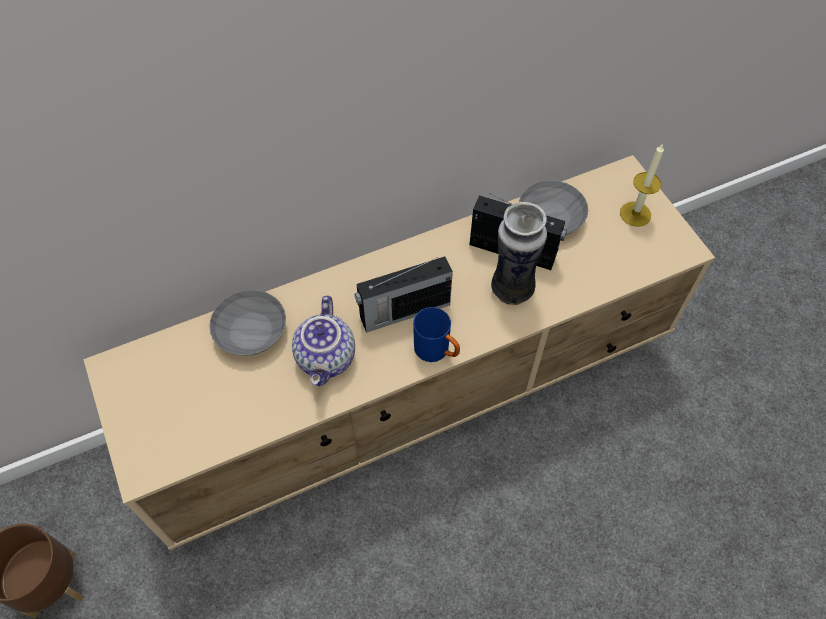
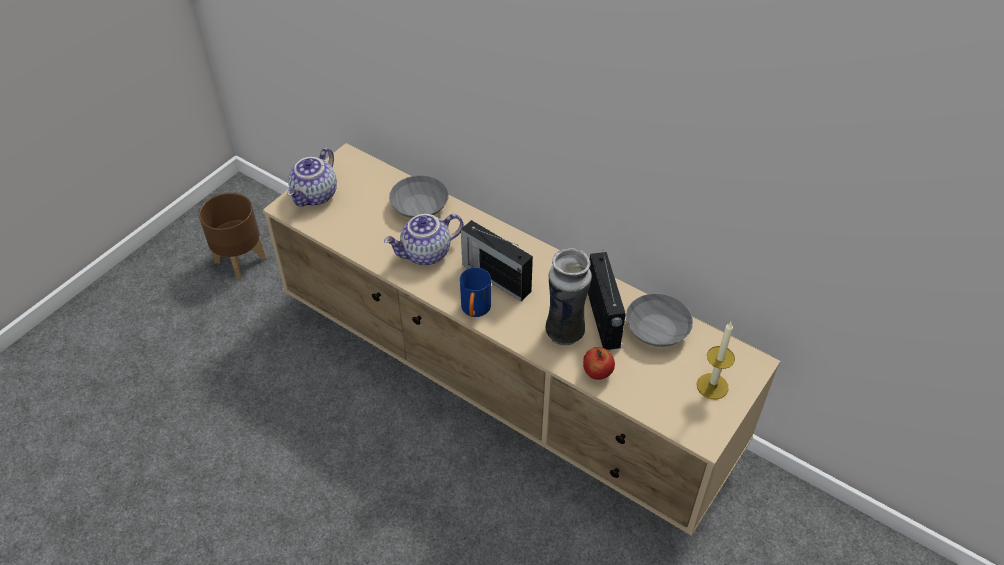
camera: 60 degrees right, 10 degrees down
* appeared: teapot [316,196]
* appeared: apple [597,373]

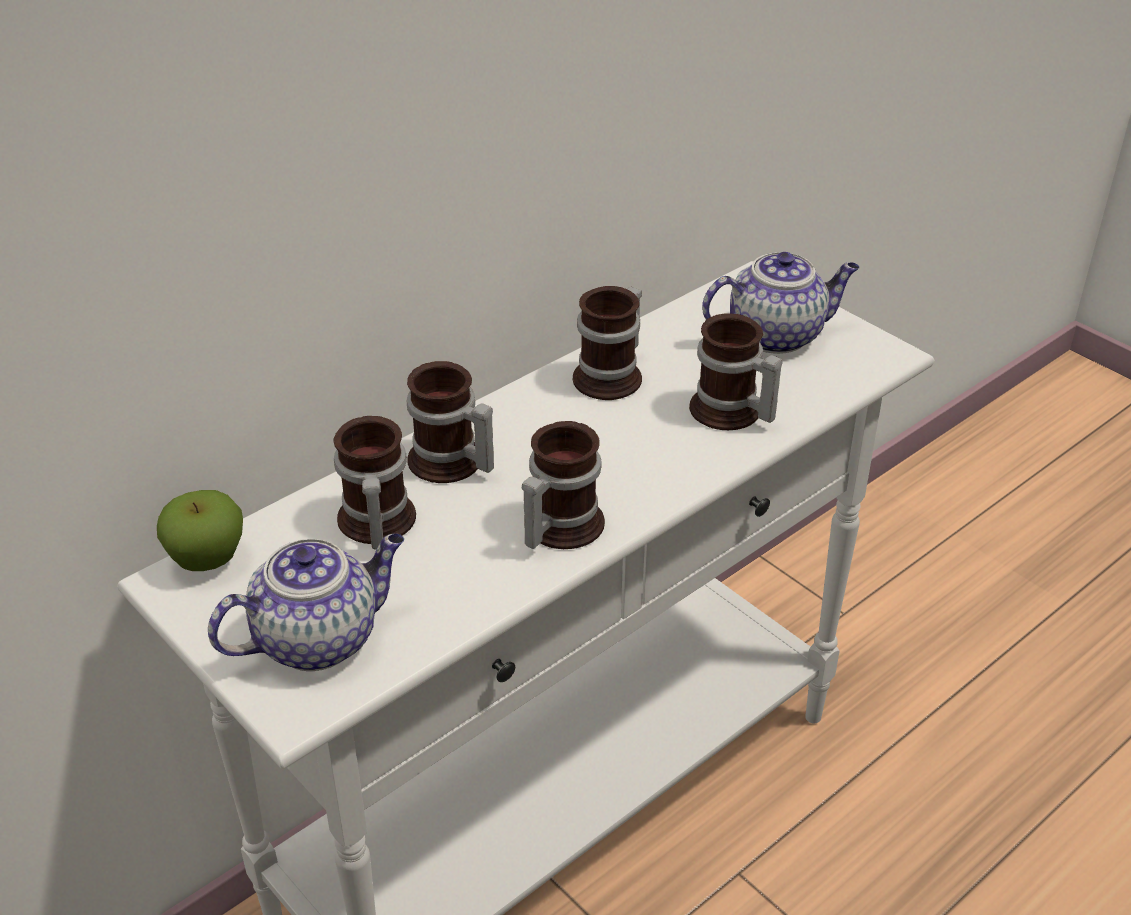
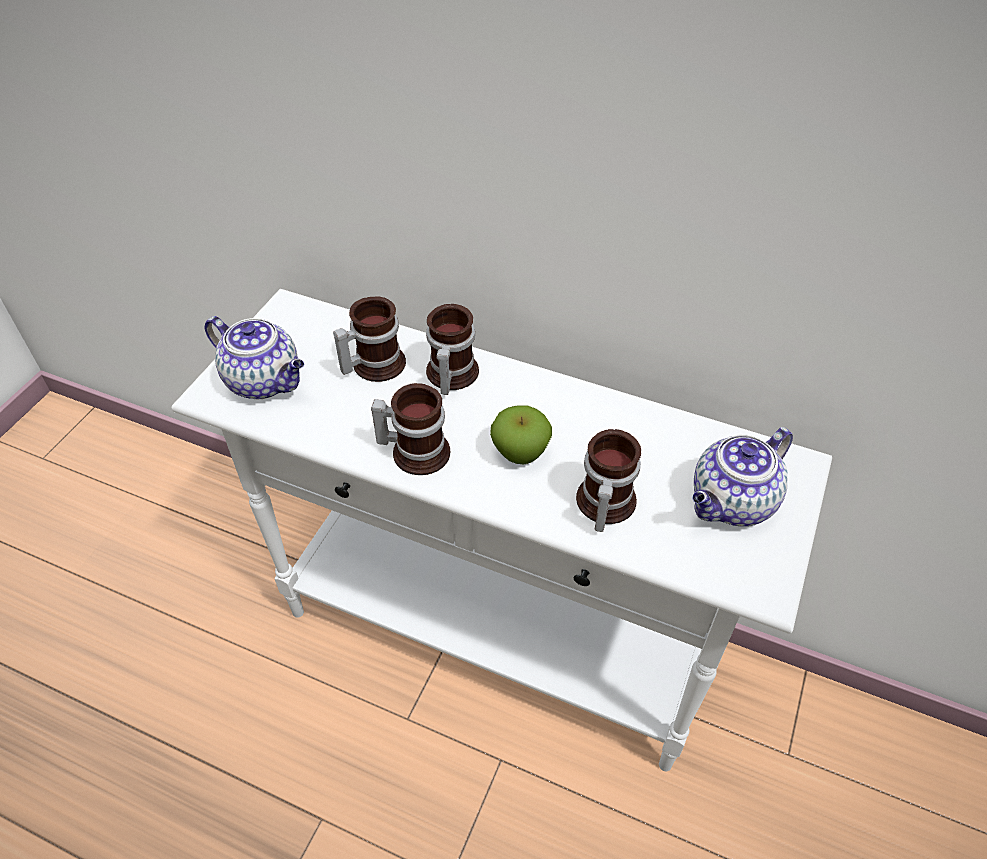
camera: 65 degrees right, 10 degrees up
* relocated: apple [207,560] to [520,453]
* missing: mug [614,376]
* spun: teapot [777,334] = [731,503] 90 degrees clockwise

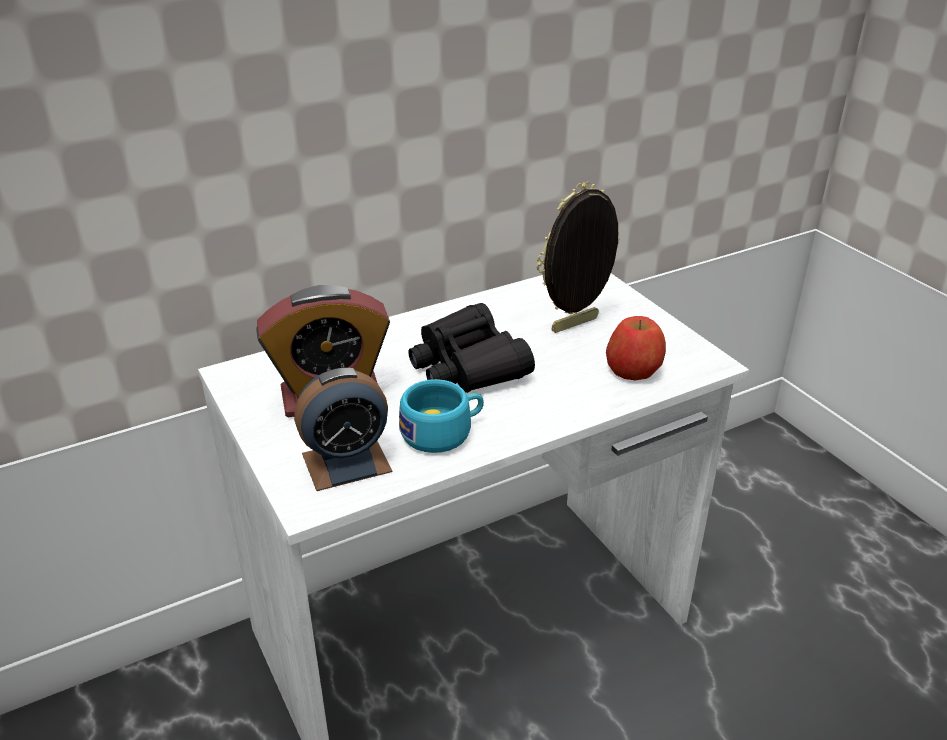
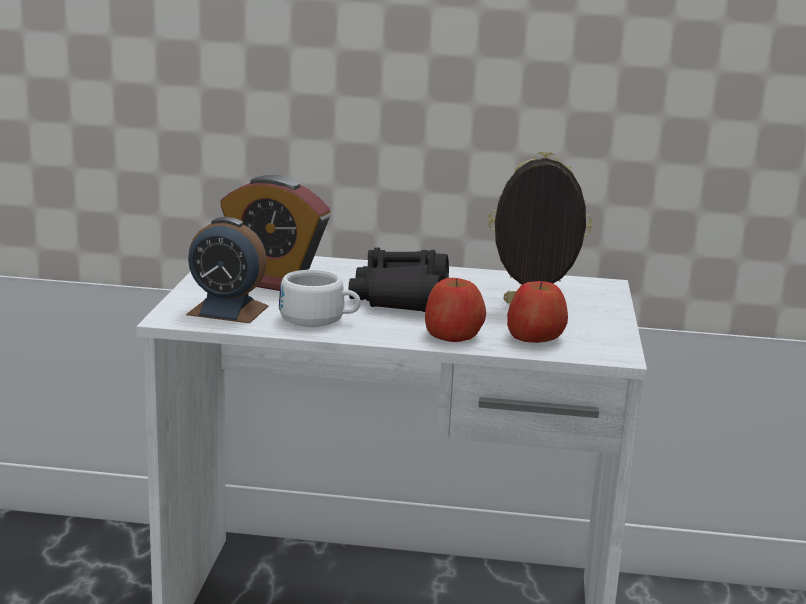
camera: 35 degrees right, 15 degrees down
* colour: cup (turquoise) [443,432] to cup (white) [319,319]
* appeared: apple [453,335]

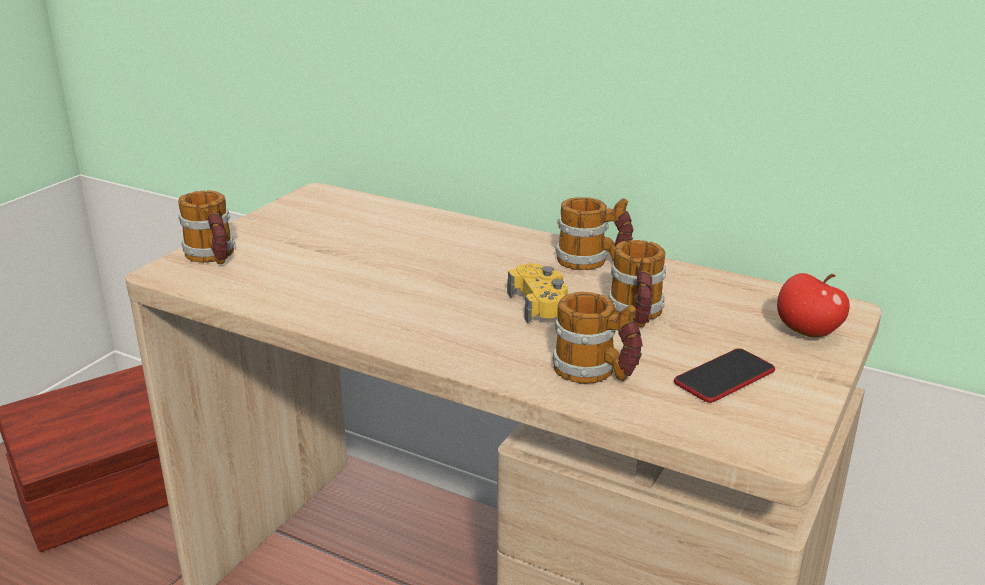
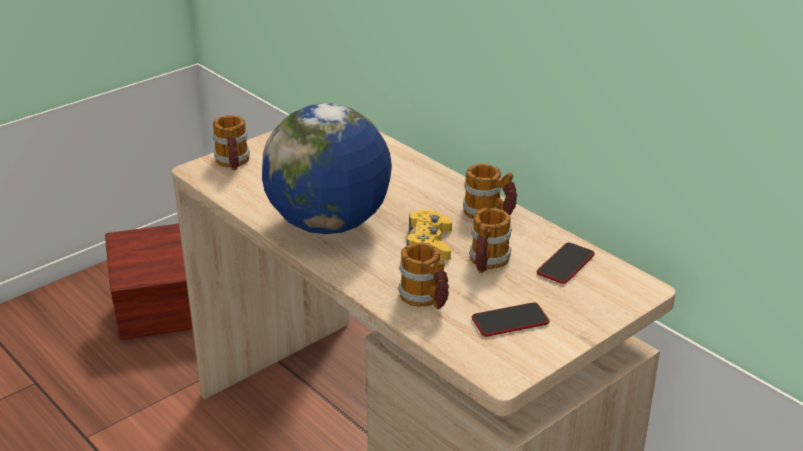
camera: 20 degrees right, 5 degrees up
* missing: apple [807,332]
* appeared: globe [329,224]
* appeared: phone [565,264]

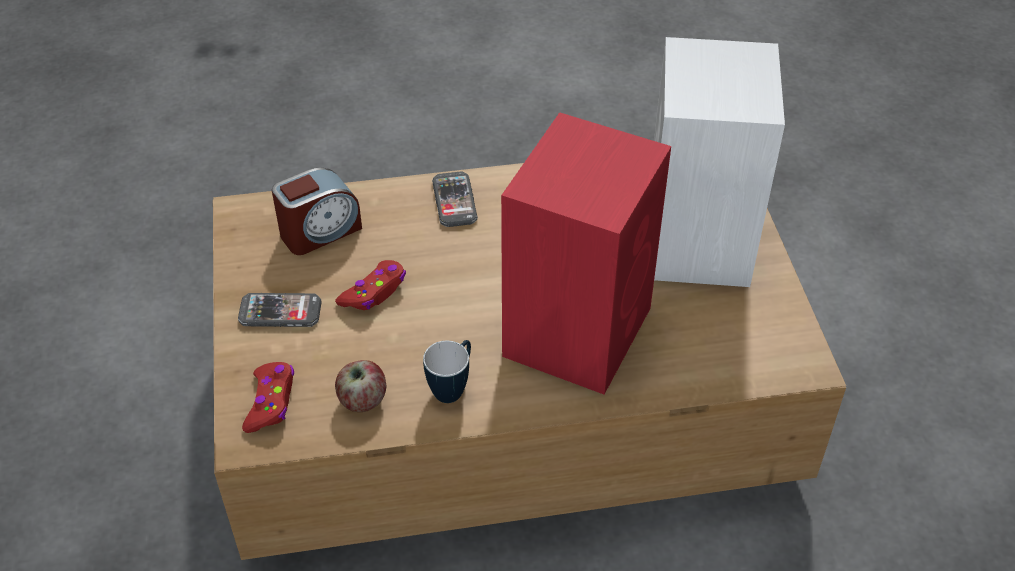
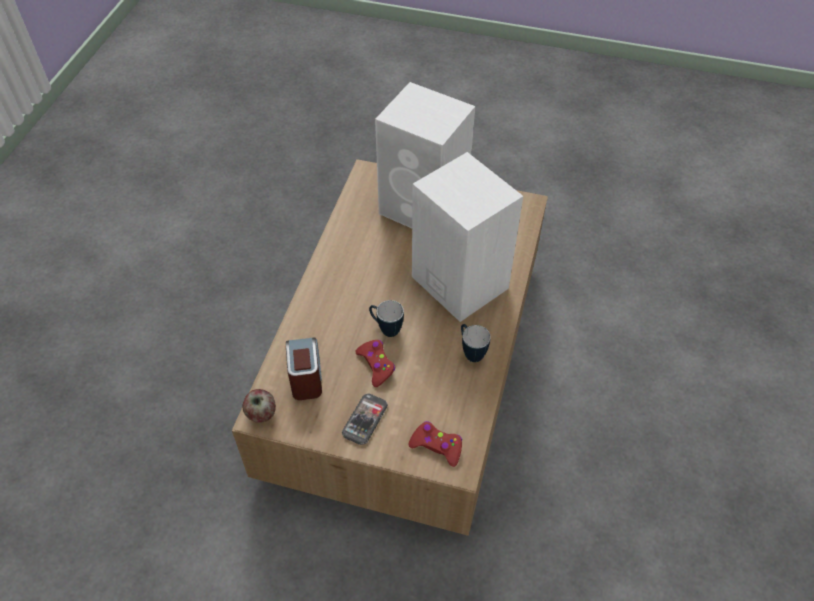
camera: 65 degrees left, 5 degrees up
* relocated: apple [362,400] to [261,414]
* missing: phone [454,201]
* colour: speaker (red) [579,329] to speaker (white) [458,281]
* appeared: mug [386,329]

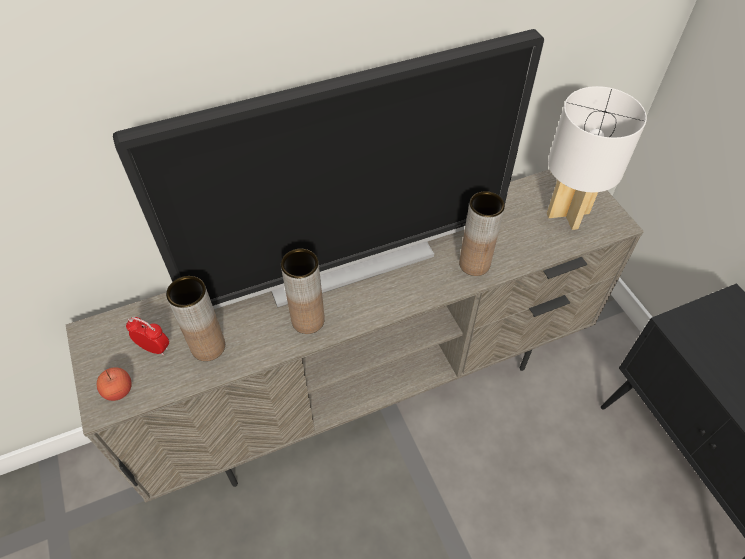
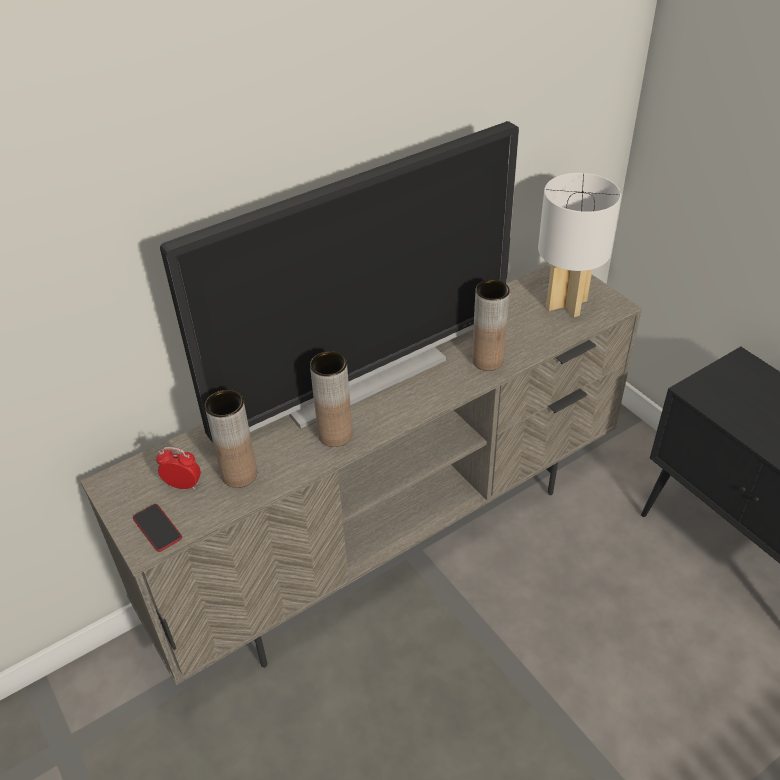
camera: 10 degrees left, 10 degrees down
* exchanged: apple [118,390] to phone [157,528]

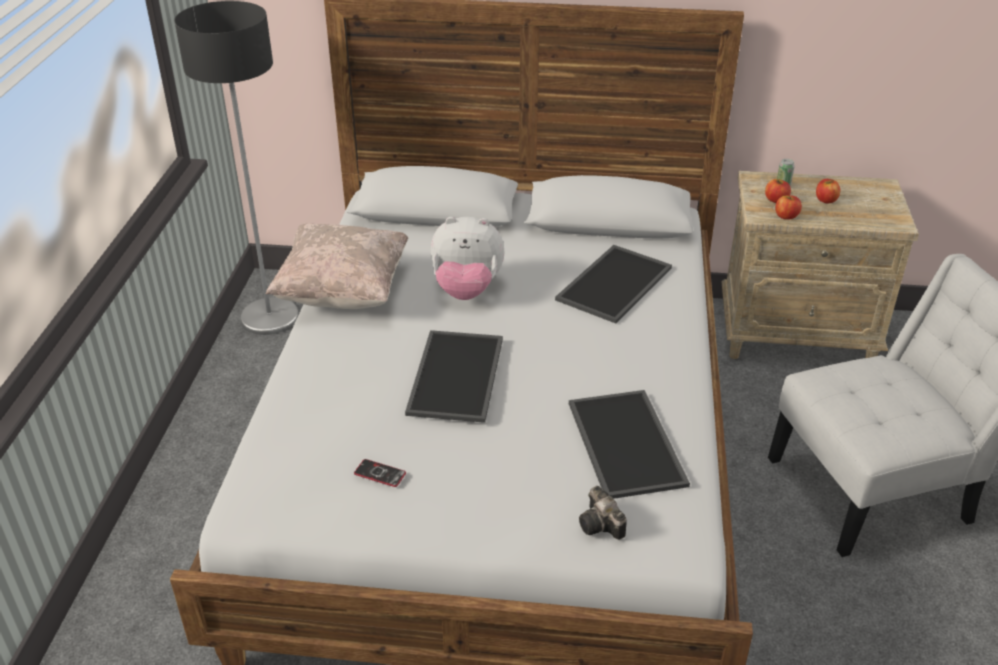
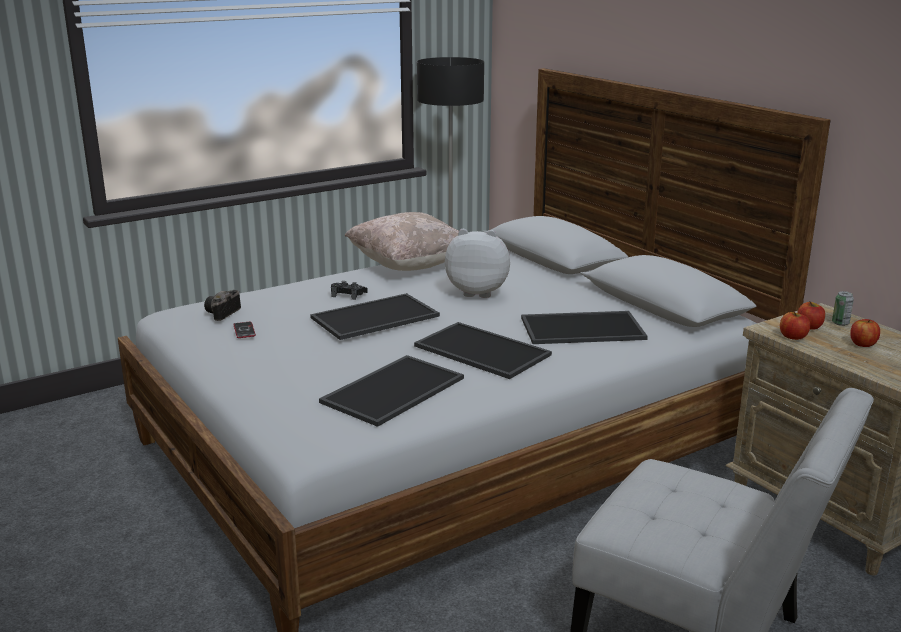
camera: 50 degrees right, 15 degrees down
* spun: plush toy [467,290] = [478,292] 135 degrees clockwise
* relocated: photo camera [602,526] to [222,314]
* appeared: game controller (black) [348,295]
* appeared: tray [479,351]

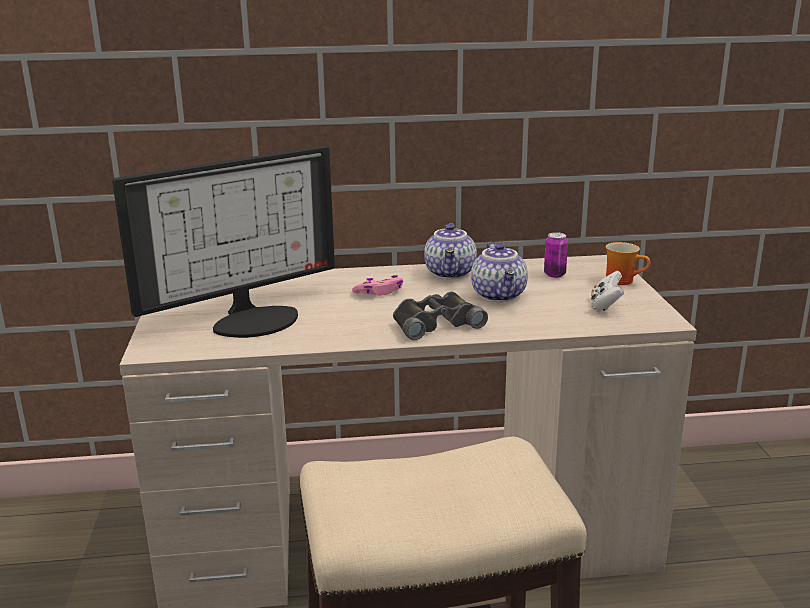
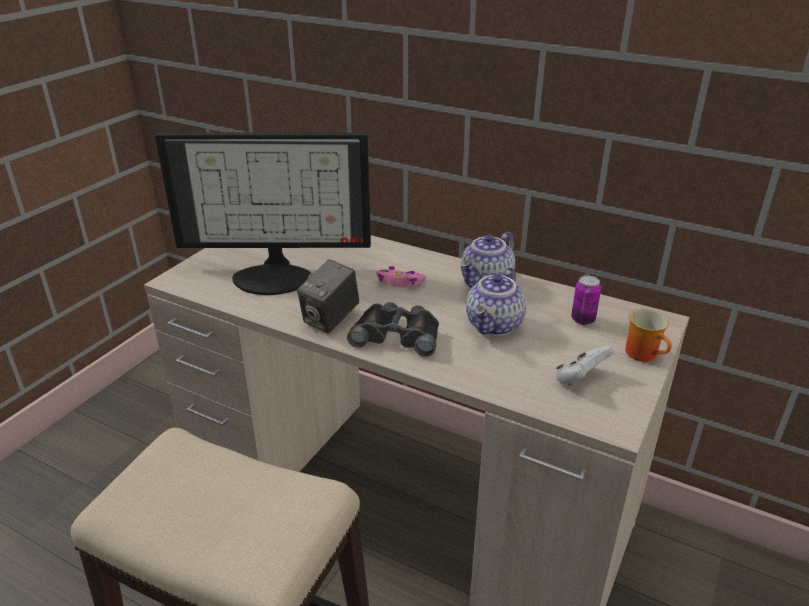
camera: 35 degrees right, 10 degrees up
* appeared: photo camera [330,320]

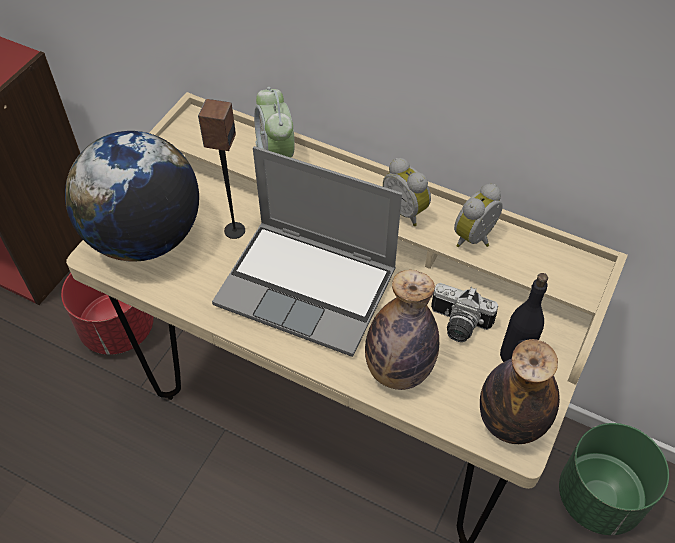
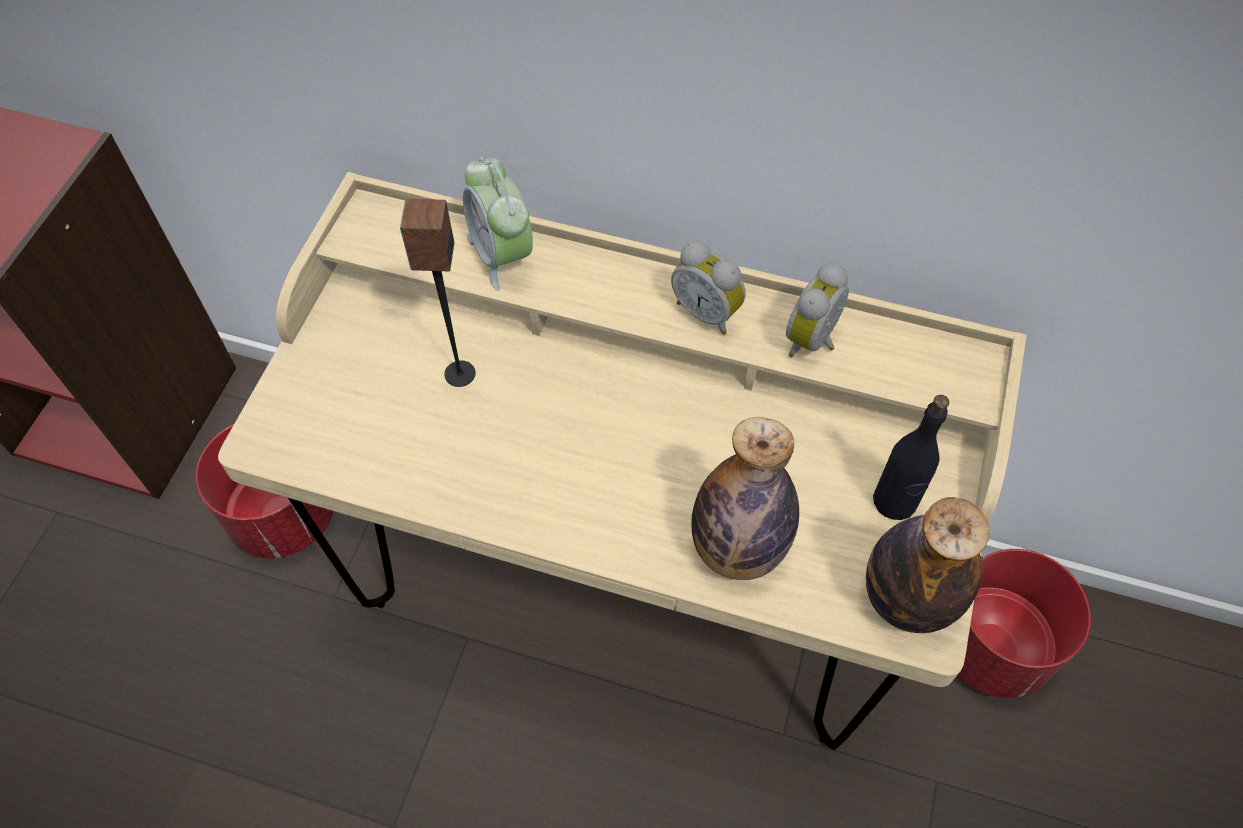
camera: 10 degrees left, 5 degrees up
* missing: globe [145,237]
* missing: laptop [309,287]
* missing: photo camera [457,325]
* colour: planter (green) [599,497] to planter (red) [993,646]

